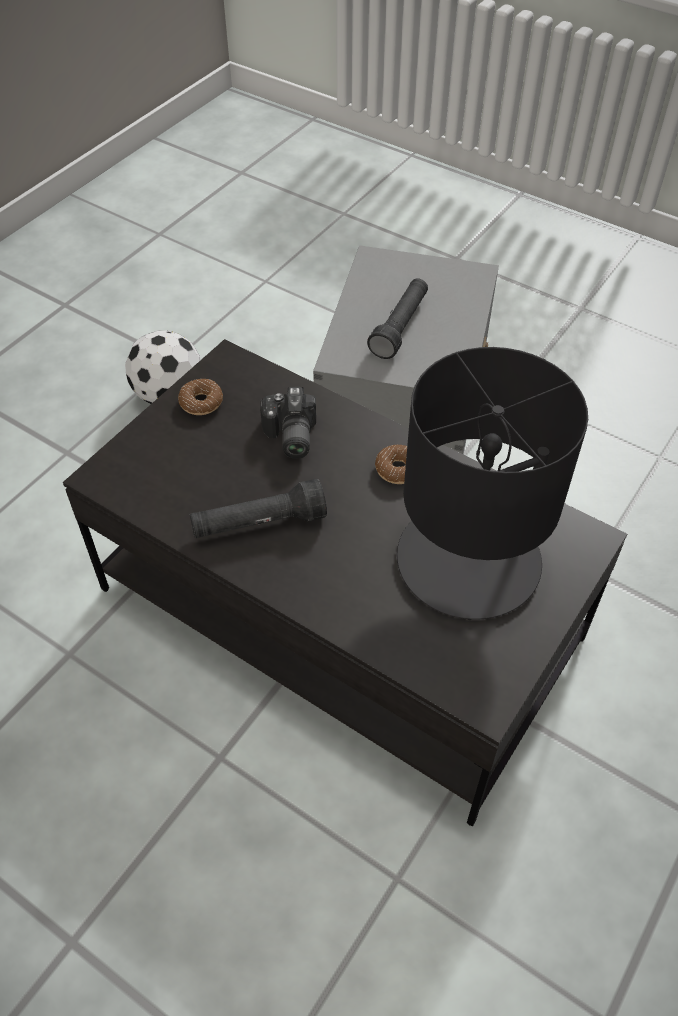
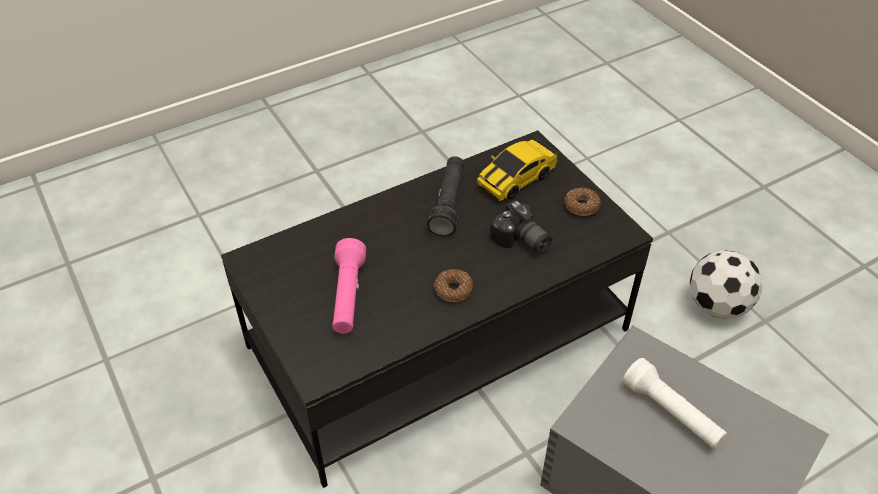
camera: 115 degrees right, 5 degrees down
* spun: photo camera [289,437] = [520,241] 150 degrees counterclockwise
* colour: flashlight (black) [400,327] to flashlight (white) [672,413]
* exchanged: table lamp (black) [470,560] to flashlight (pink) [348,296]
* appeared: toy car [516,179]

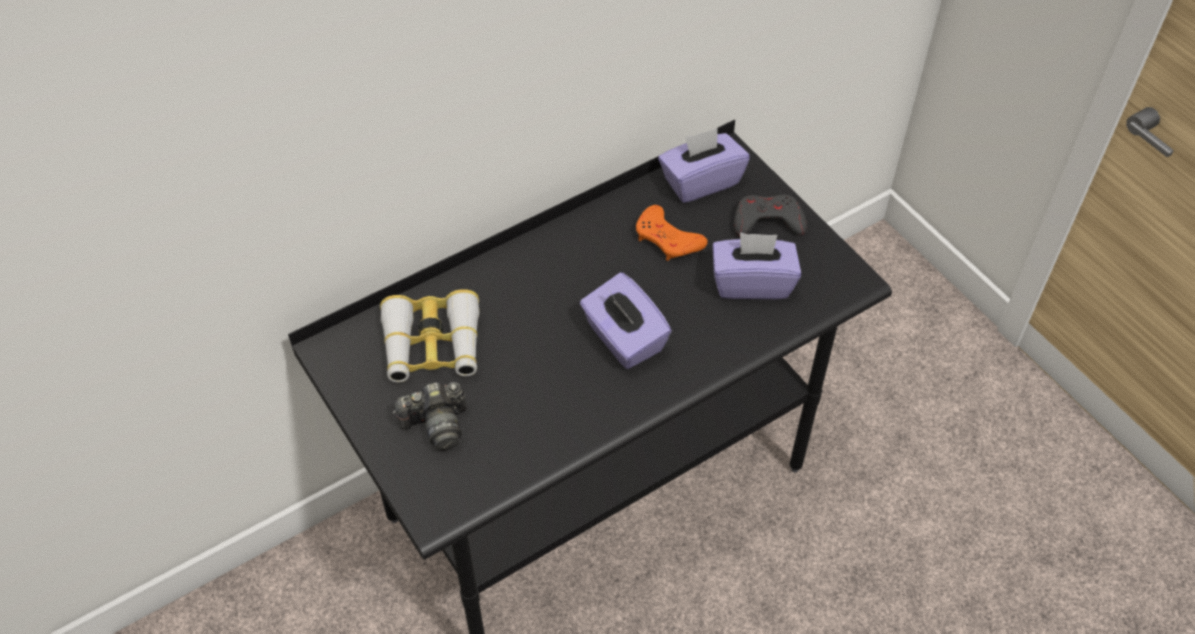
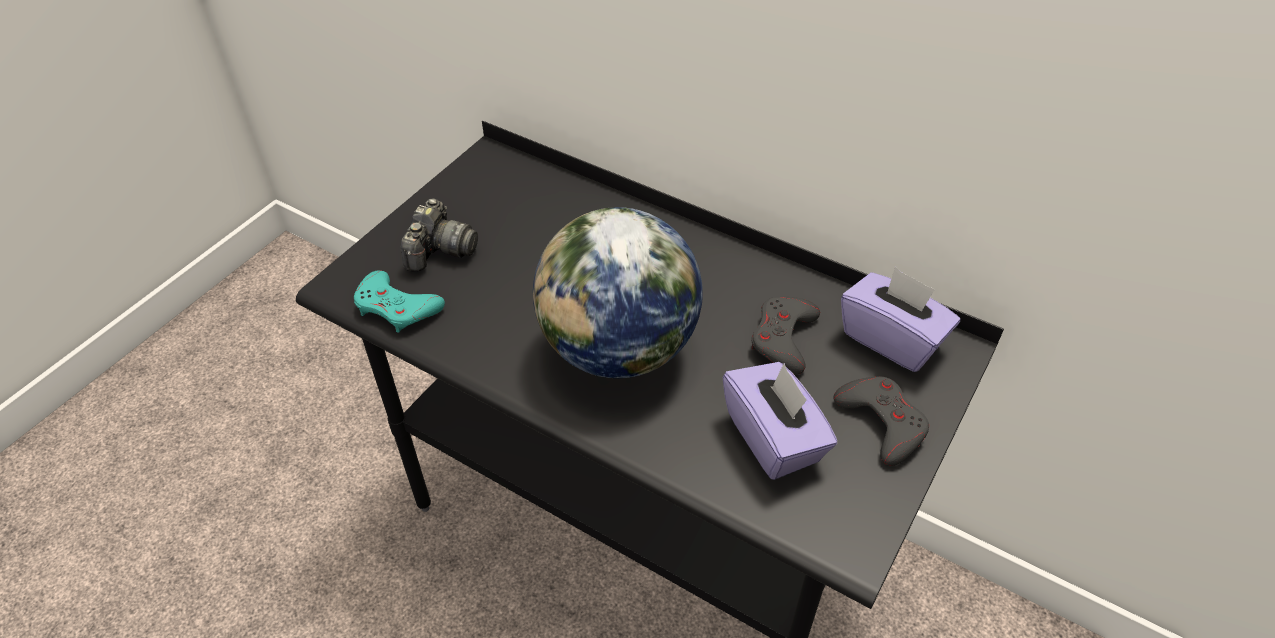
camera: 65 degrees right, 5 degrees down
* missing: binoculars [432,346]
* spun: photo camera [436,425] = [440,250] 120 degrees counterclockwise
* exchanged: tissue box (purple) [623,339] to globe [619,349]
* colour: game controller (orange) [667,239] to game controller (grey) [783,338]
* appeared: game controller (turquoise) [397,307]

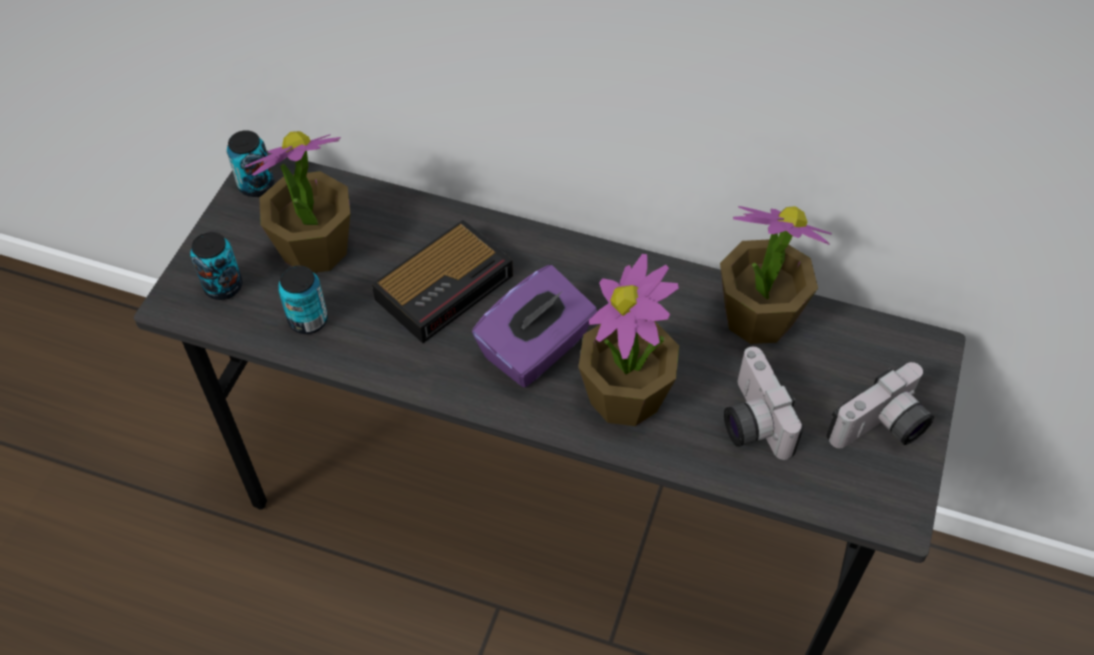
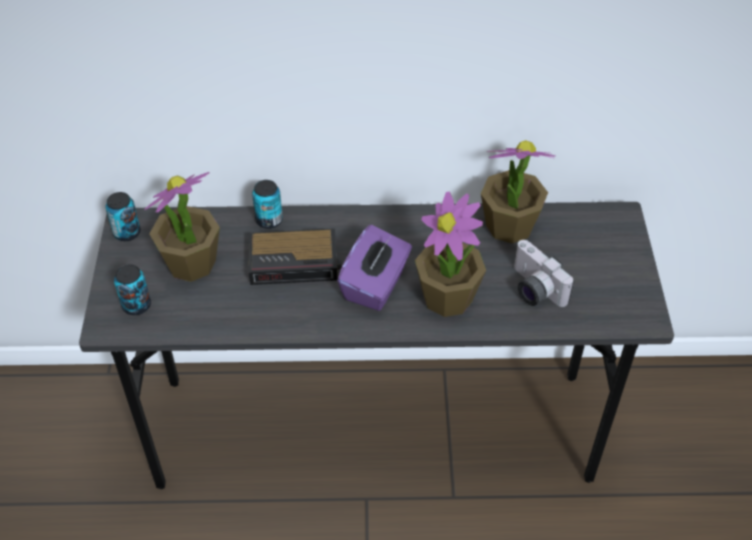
camera: 20 degrees left, 5 degrees down
* relocated: can [308,320] to [269,220]
* spun: alarm clock [446,286] = [296,262] 60 degrees clockwise
* missing: photo camera [881,429]

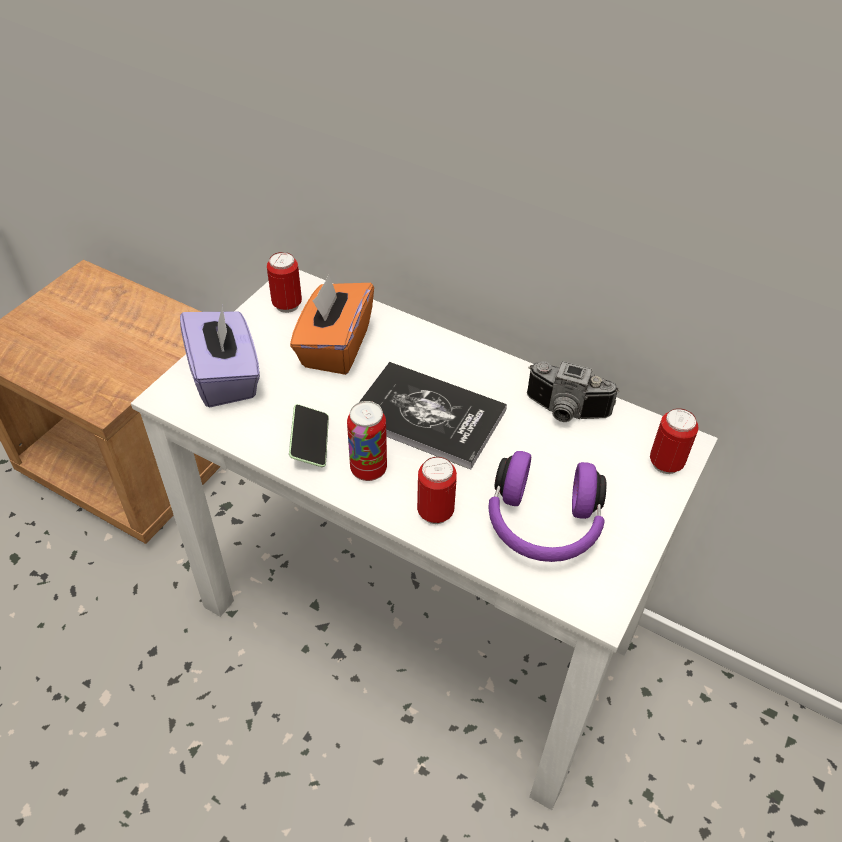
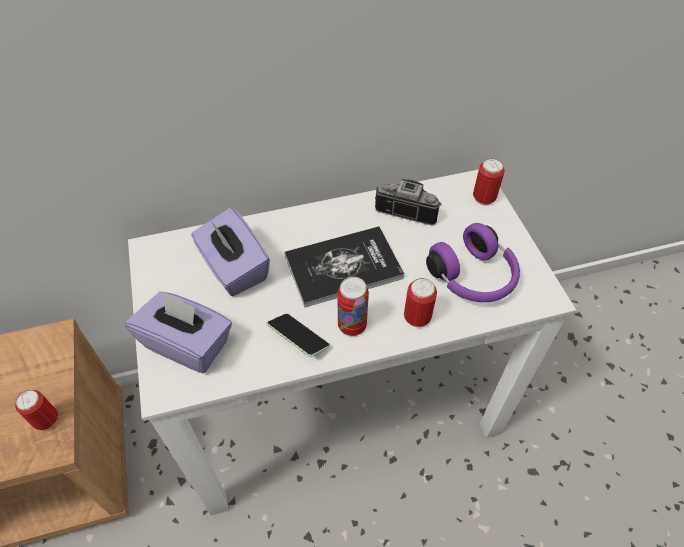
camera: 45 degrees left, 5 degrees up
* relocated: can [287,305] to [47,420]
* colour: tissue box (orange) [334,346] to tissue box (purple) [234,268]
* spun: photo camera [565,413] = [408,208] 135 degrees counterclockwise

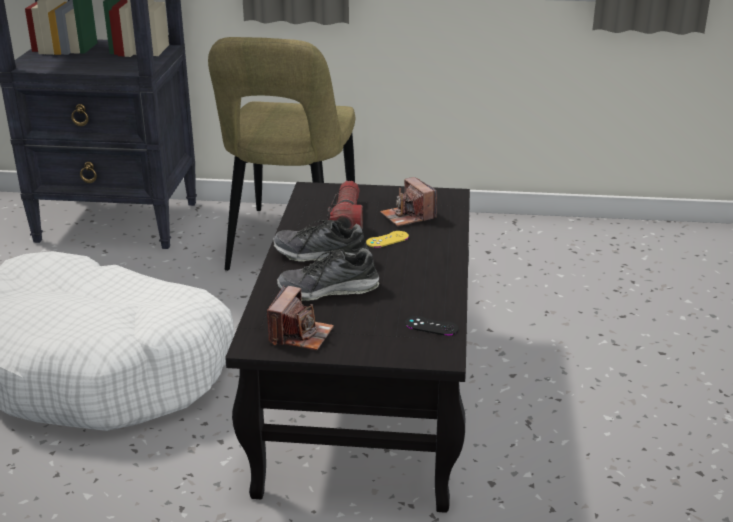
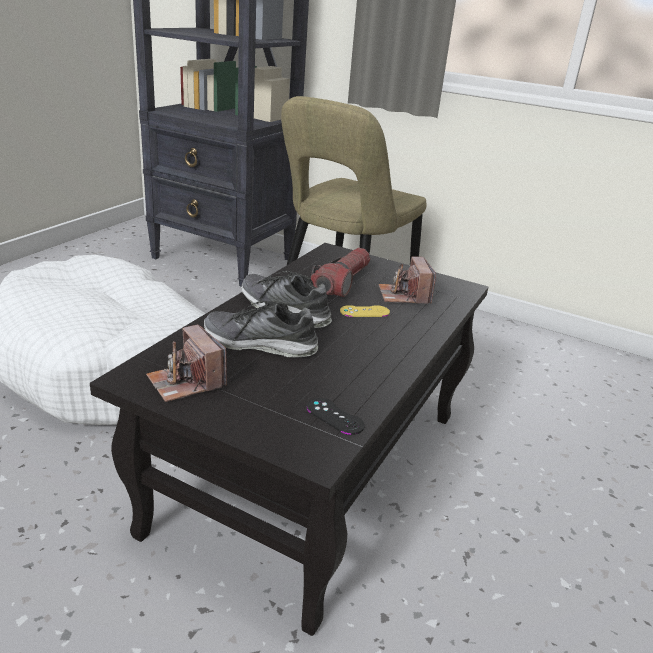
camera: 20 degrees right, 0 degrees up
* spun: photo camera [300,335] = [186,382] 105 degrees clockwise

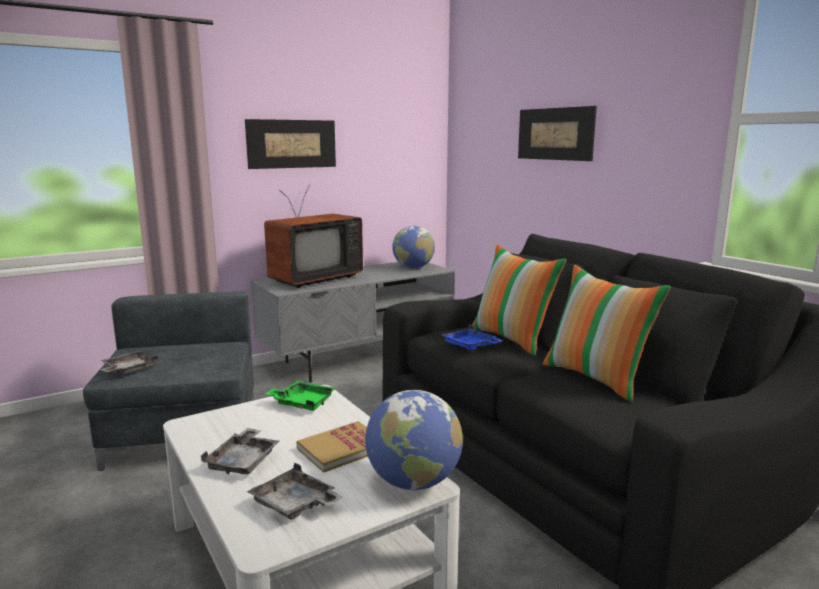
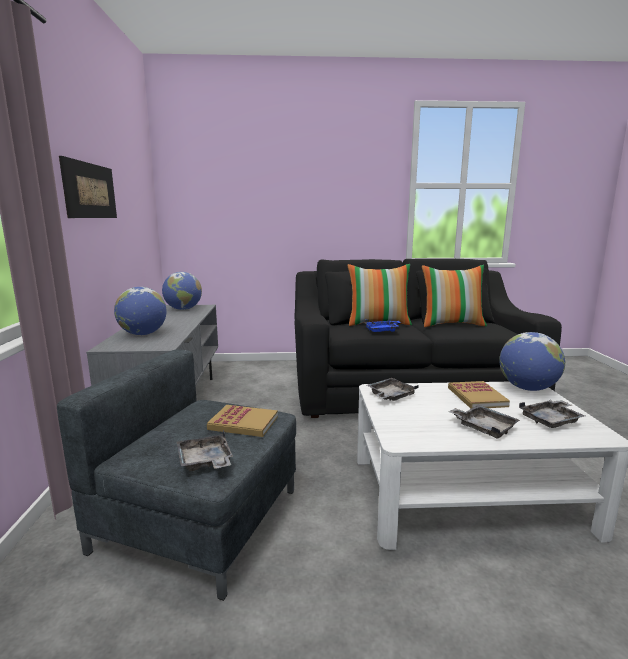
camera: 60 degrees left, 0 degrees up
* exchanged: television [311,279] to globe [143,334]
* colour: tray (green) [302,403] to tray (grey) [390,396]
* missing: picture [555,134]
* appeared: book [243,423]

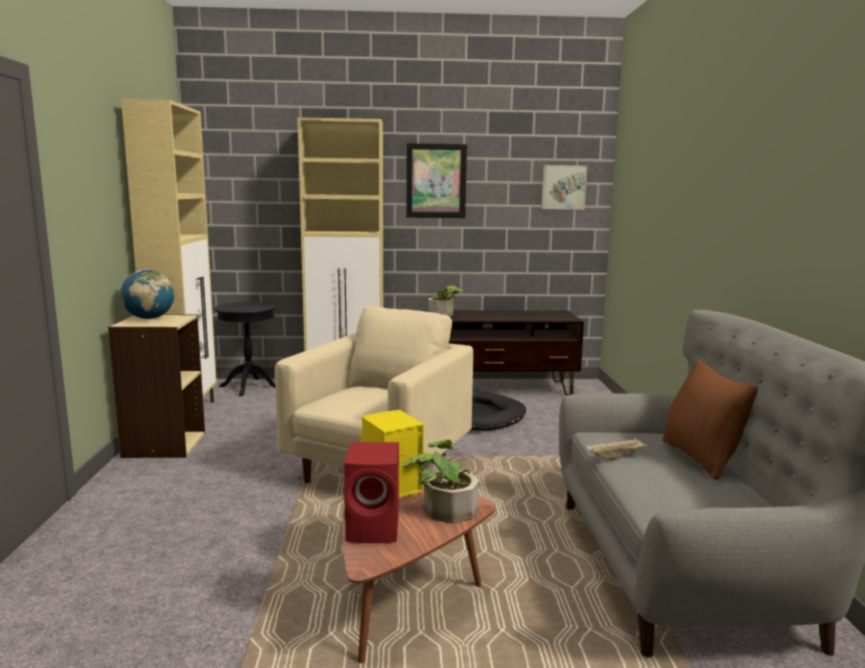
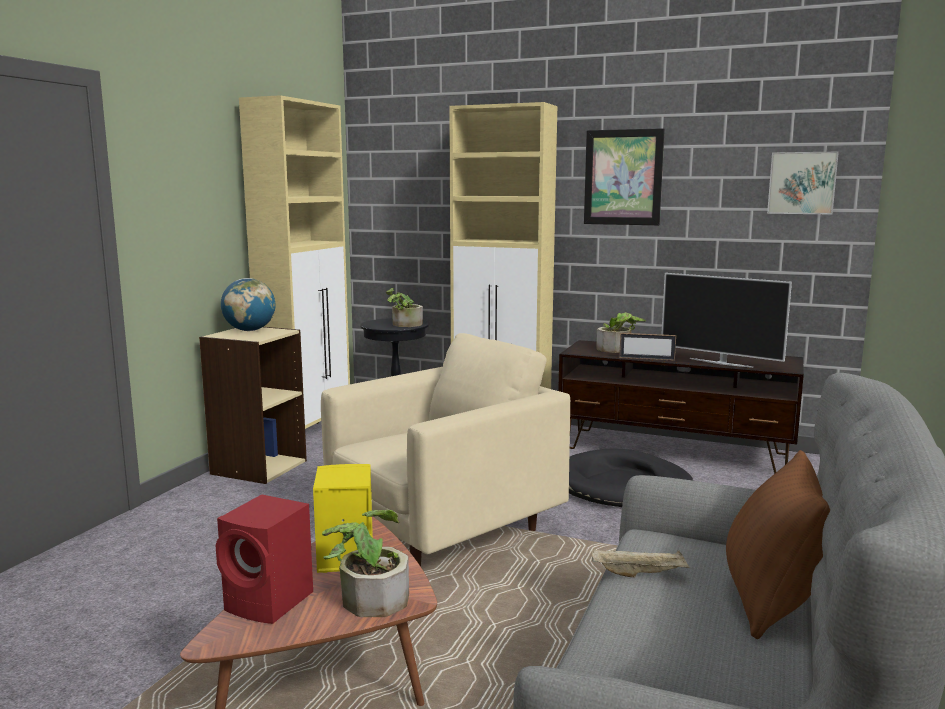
camera: 25 degrees right, 0 degrees up
* appeared: potted plant [404,325]
* appeared: picture frame [646,358]
* appeared: television [721,363]

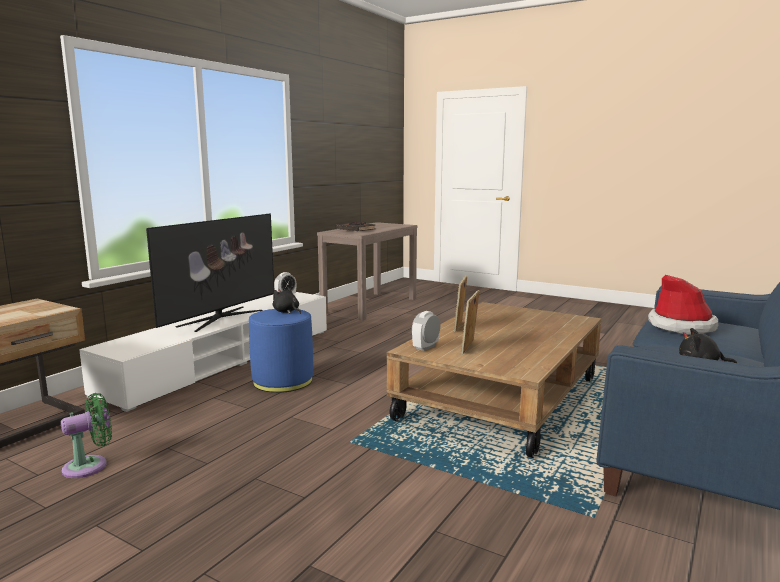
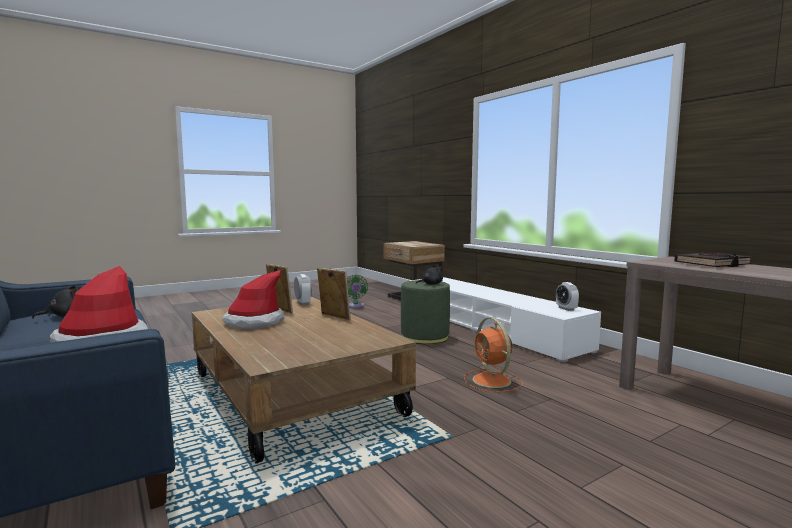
camera: 115 degrees right, 5 degrees down
* missing: television [220,318]
* colour: ottoman (blue) [283,381] to ottoman (green) [424,337]
* appeared: hat [254,322]
* appeared: fan (orange) [492,381]

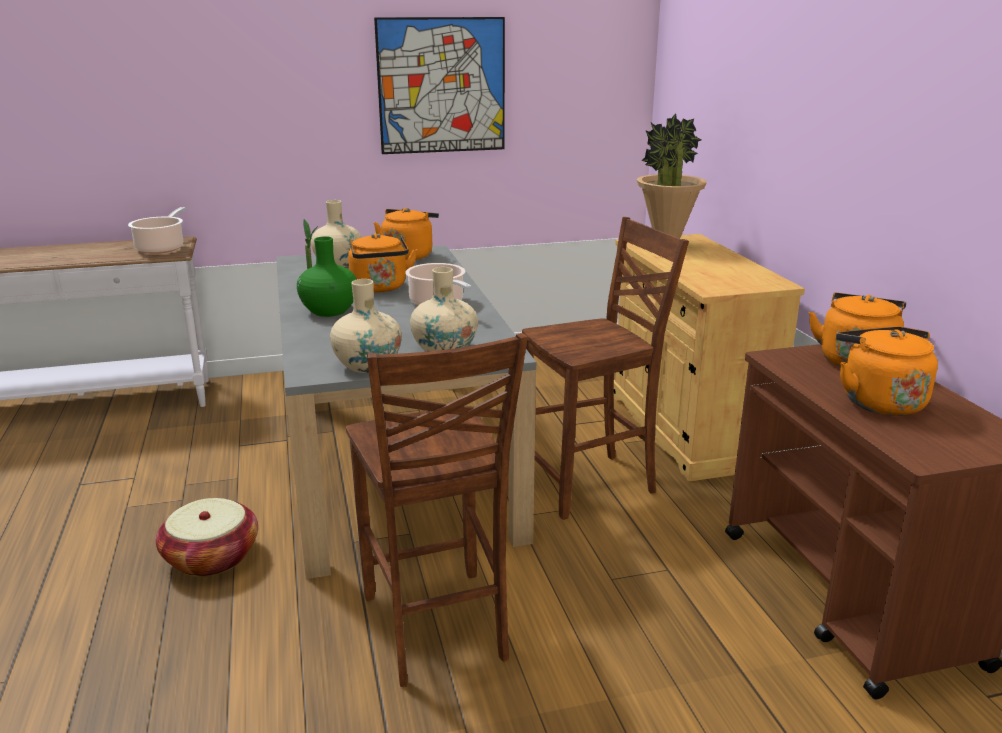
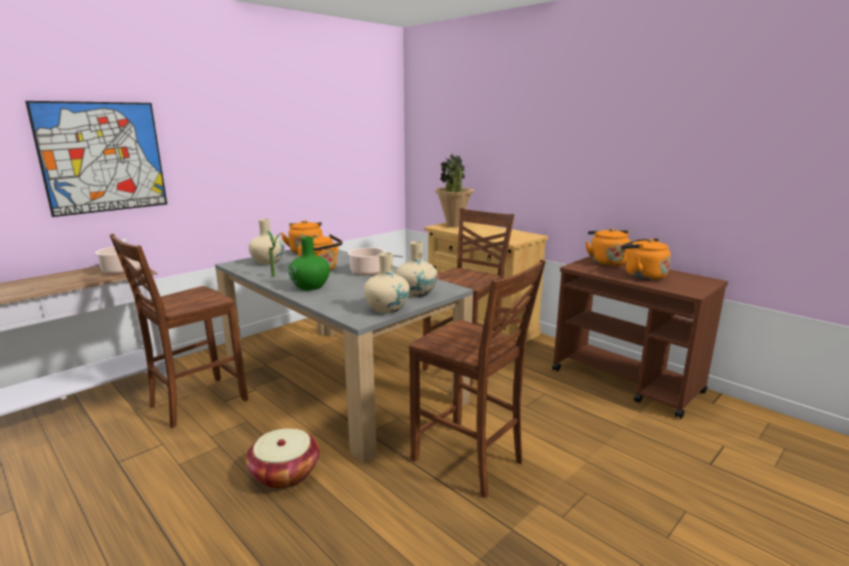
camera: 30 degrees left, 5 degrees down
* relocated: picture [442,86] to [103,157]
* appeared: chair (brown) [195,403]

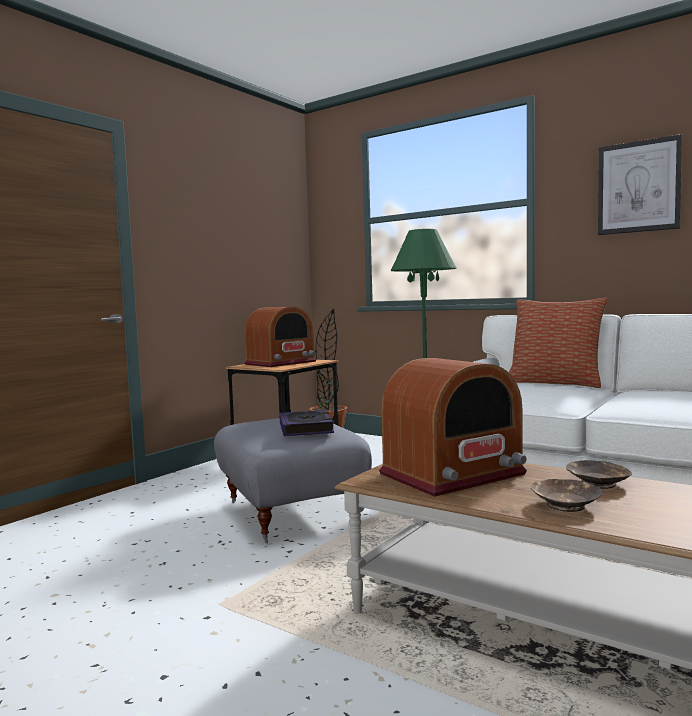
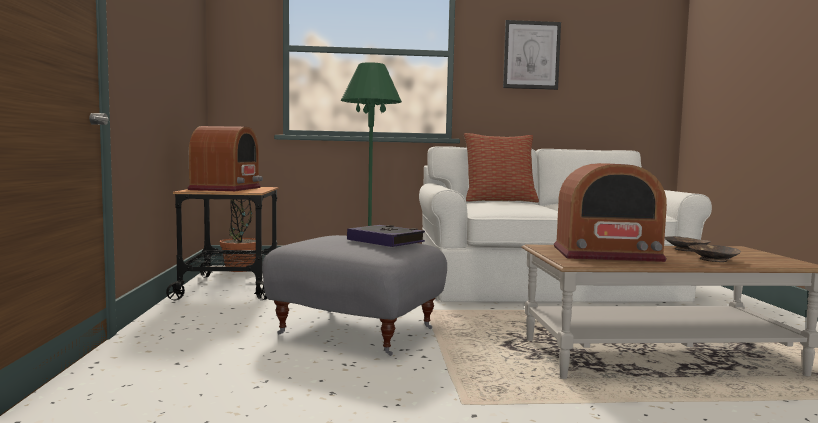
camera: 40 degrees left, 0 degrees up
* spun: radio [453,474] = [606,254] 75 degrees clockwise

